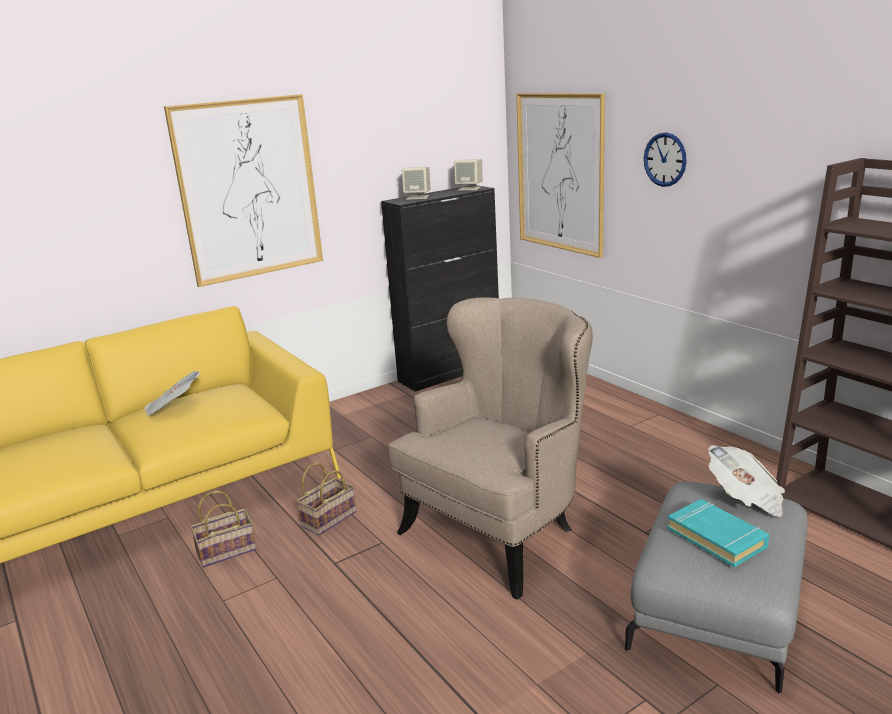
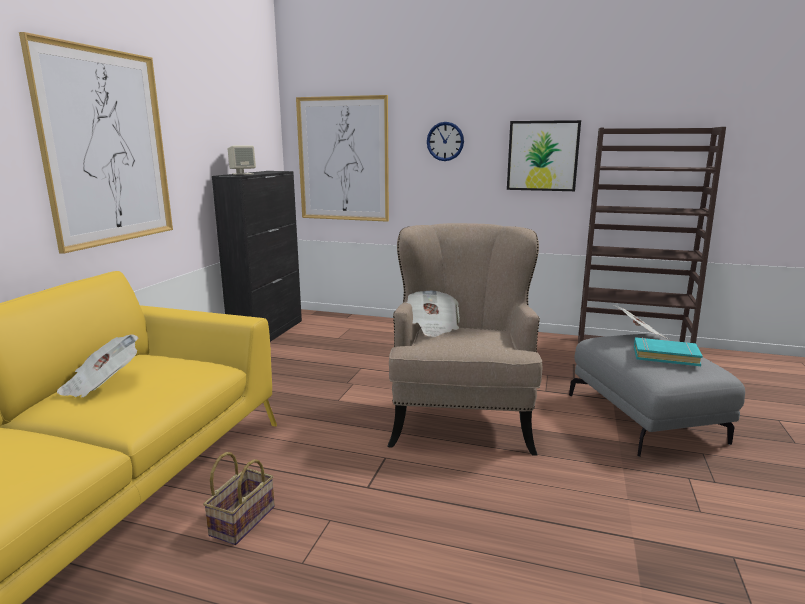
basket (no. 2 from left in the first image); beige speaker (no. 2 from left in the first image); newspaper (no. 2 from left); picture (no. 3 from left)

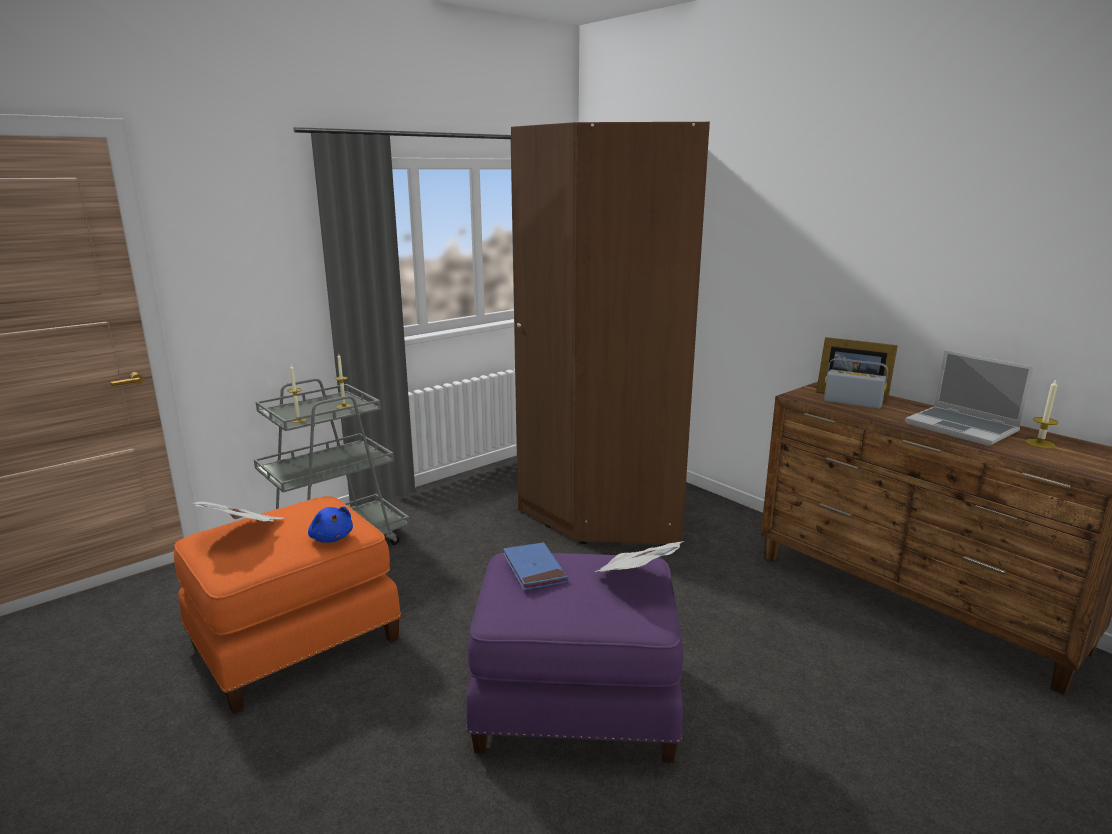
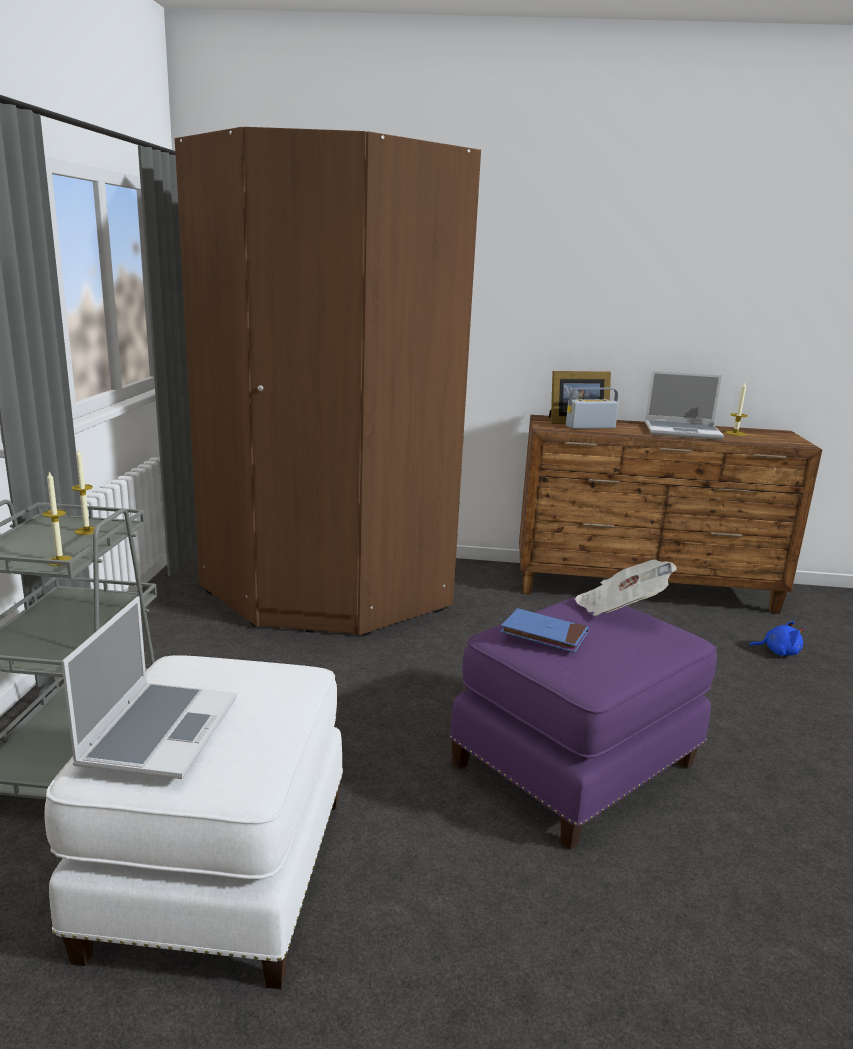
blue plush toy; laptop (no. 1 from left); white ottoman

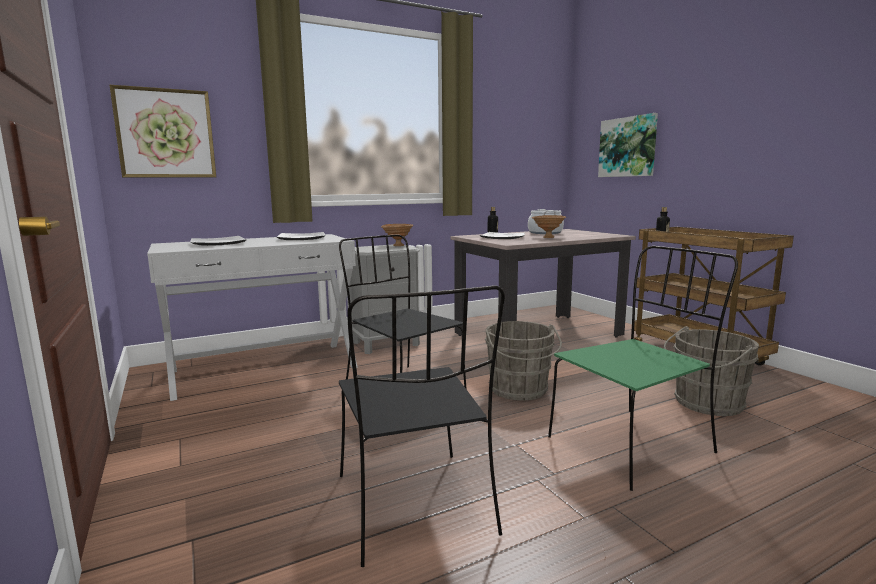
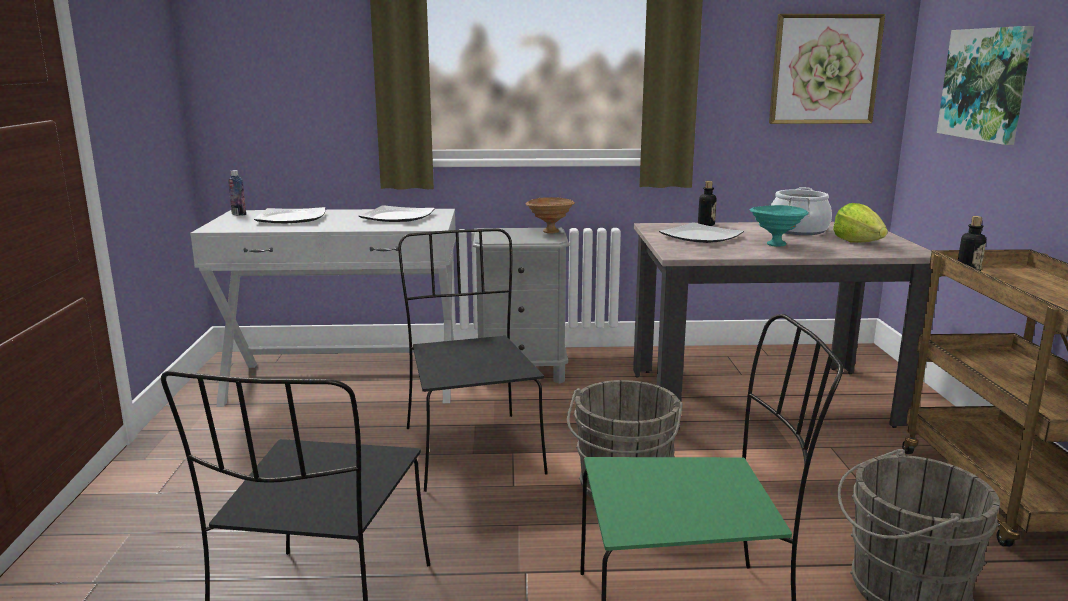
bottle (no. 1 from left); lettuce; picture (no. 1 from left); turquoise bowl

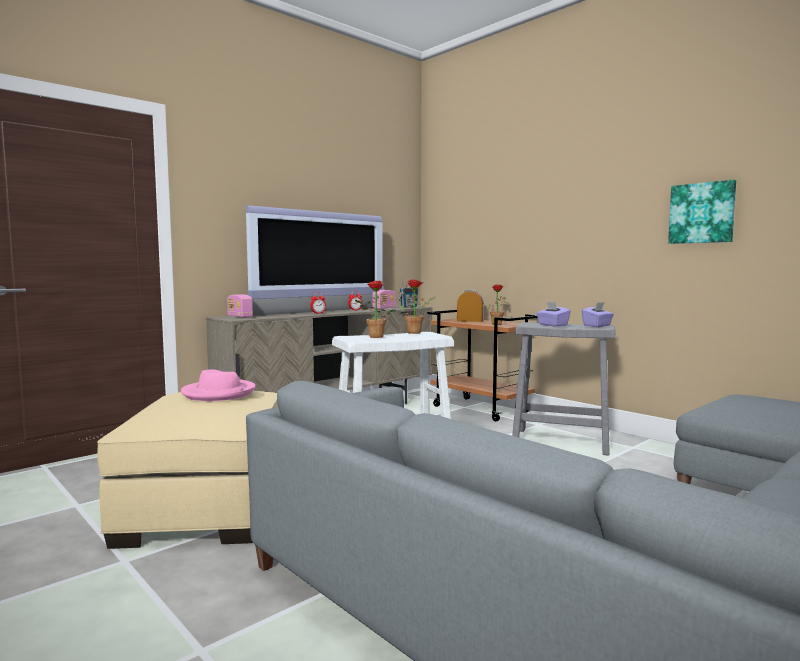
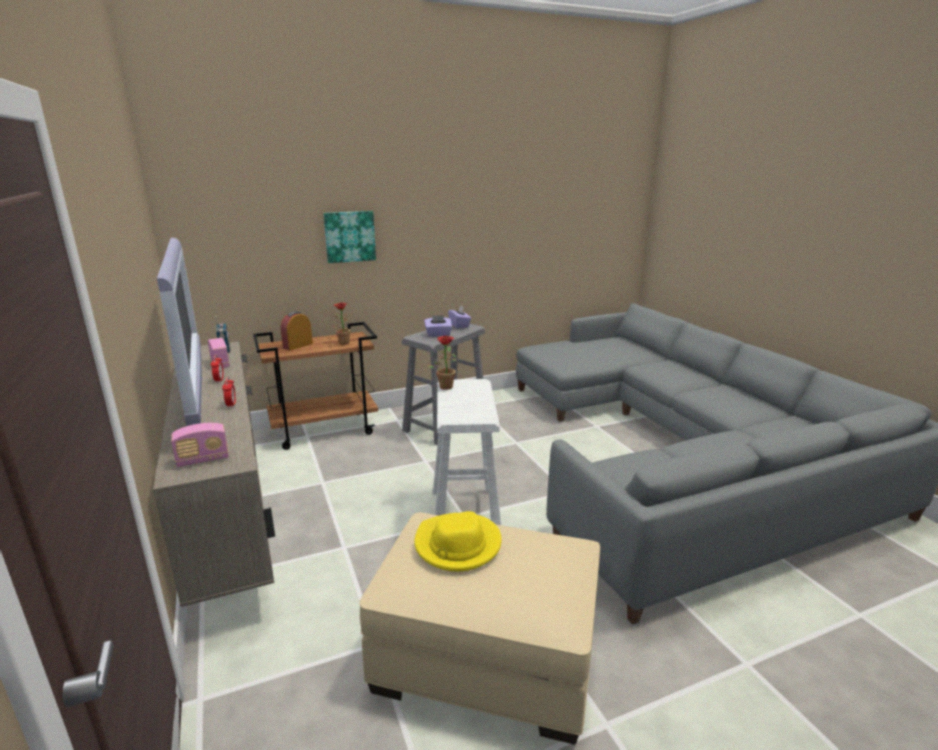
potted plant (no. 1 from left in the first image); picture; yellow hat

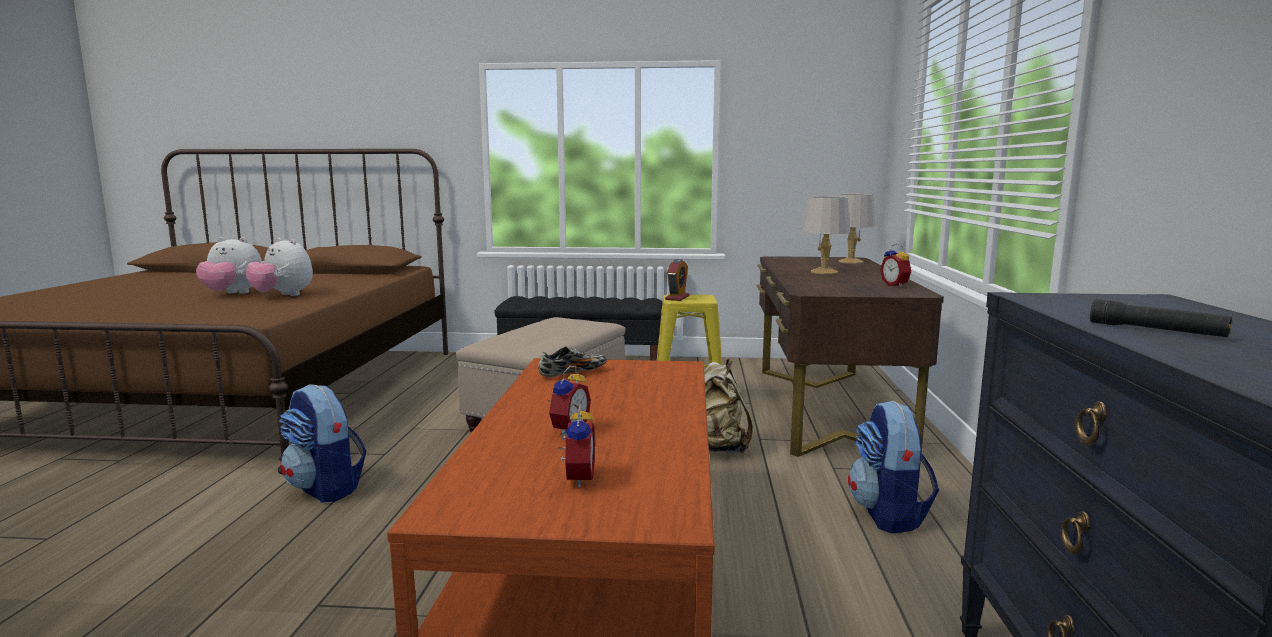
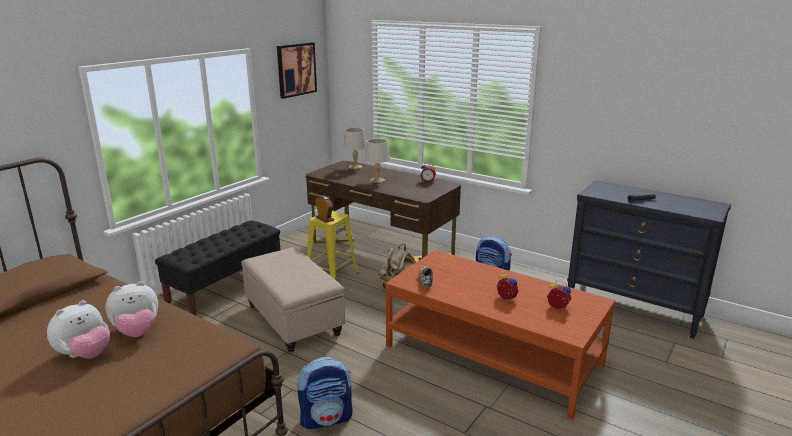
picture

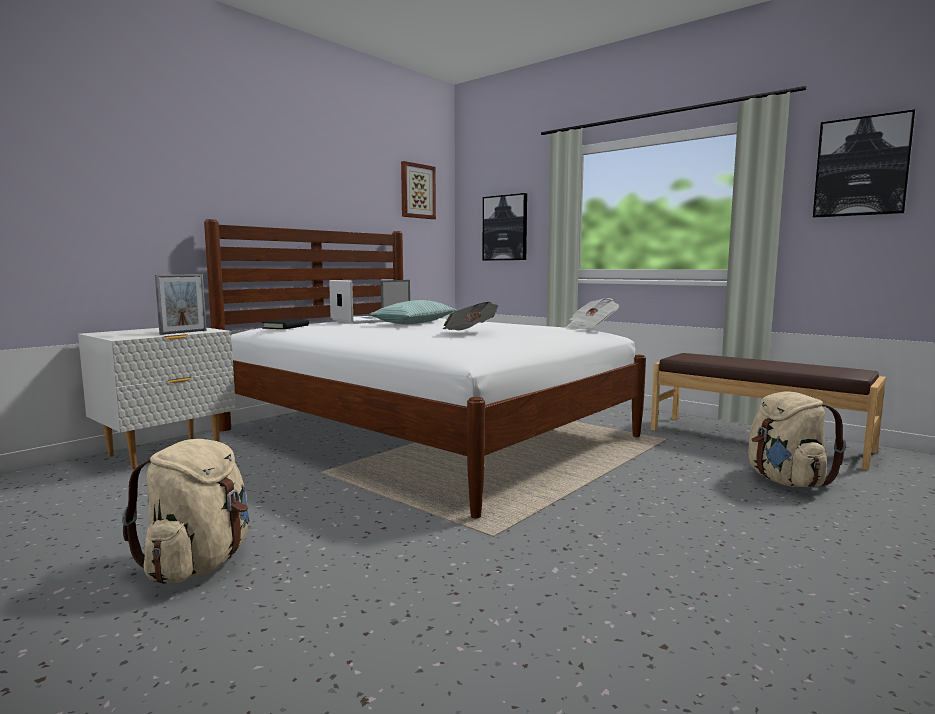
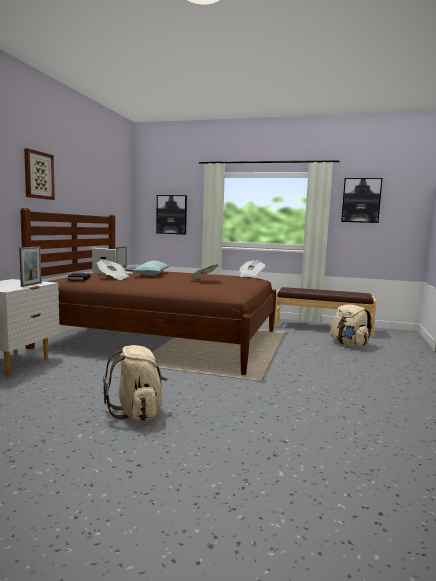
newspaper (no. 1 from left); picture (no. 1 from left); brown bed

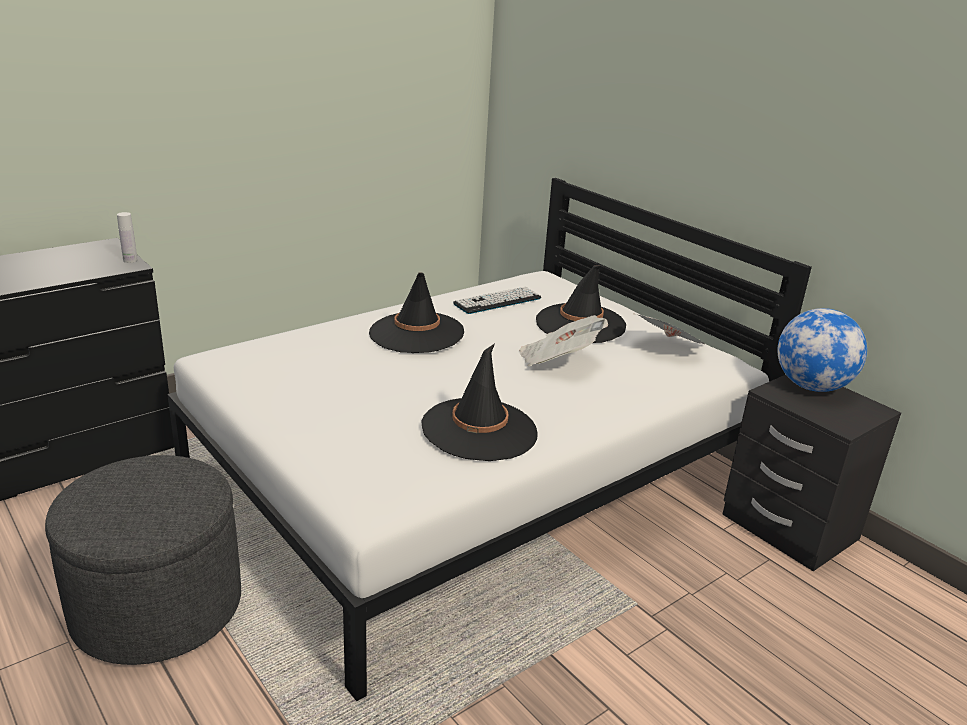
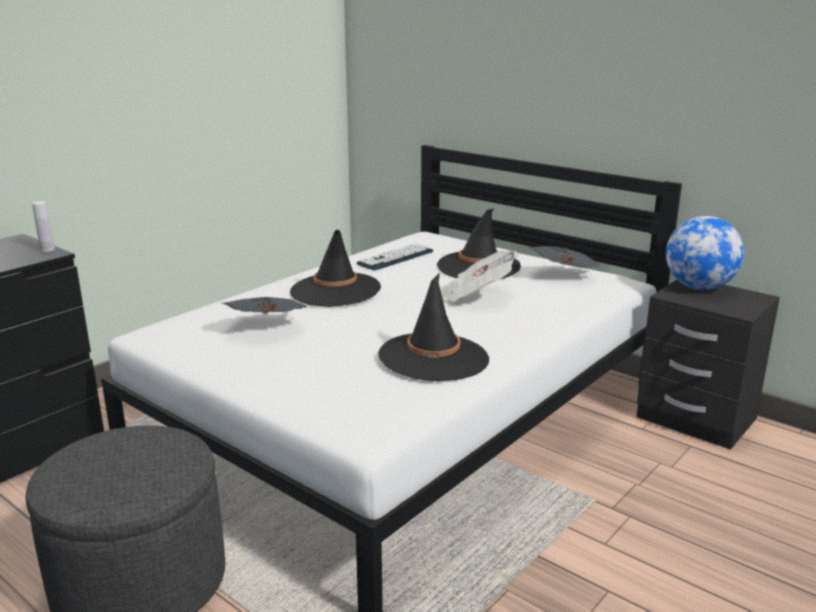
newspaper (no. 1 from left)

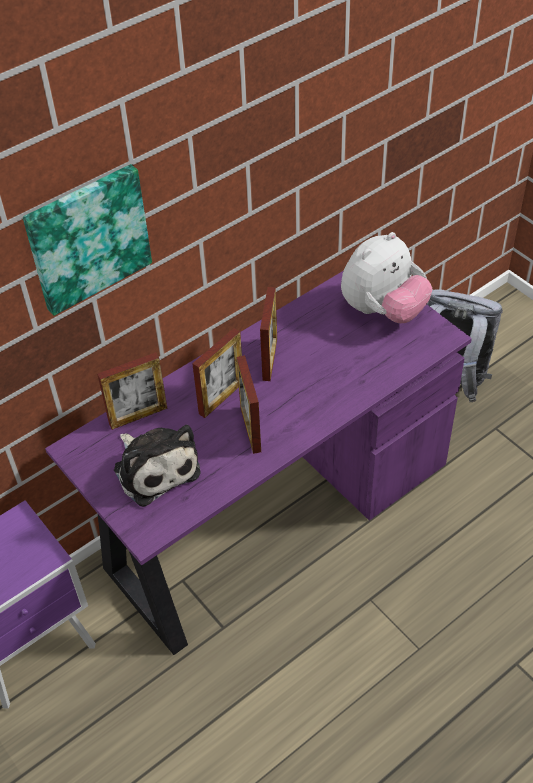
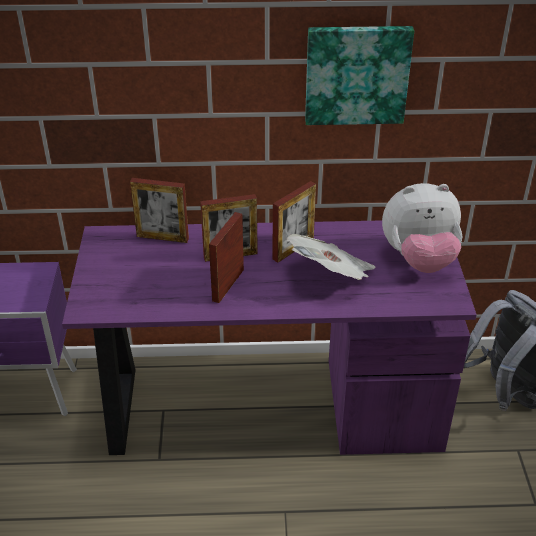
plush toy (no. 1 from left in the first image); newspaper; picture

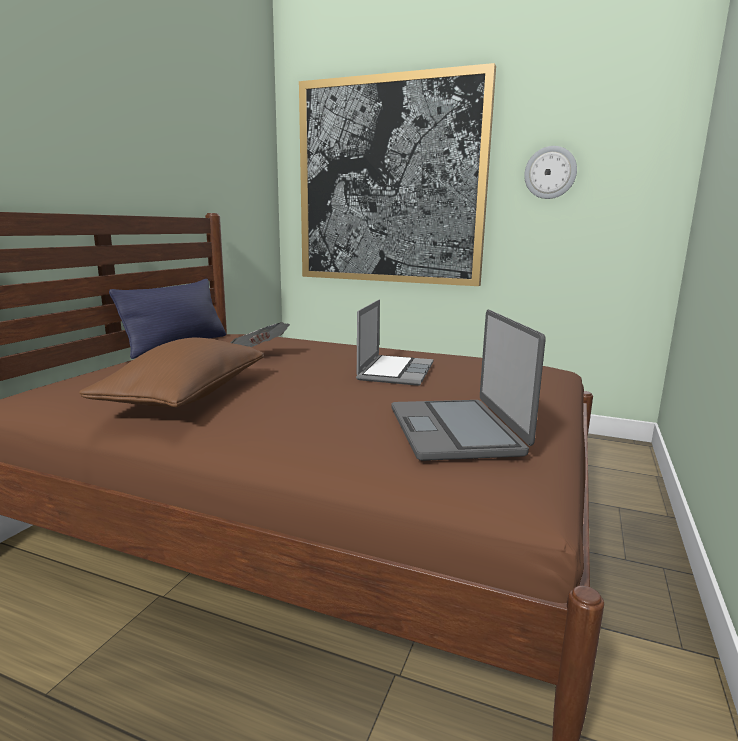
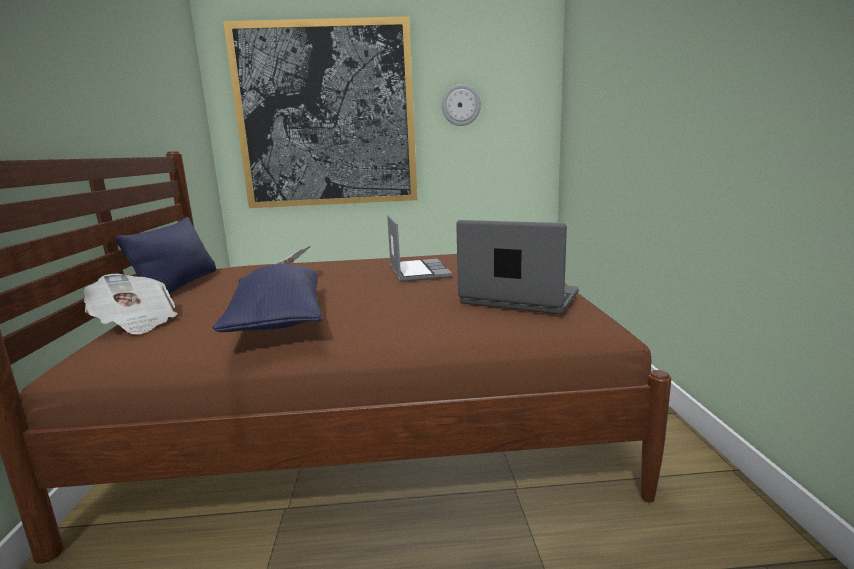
newspaper (no. 1 from left); blue pillow (no. 2 from left); laptop (no. 2 from left)

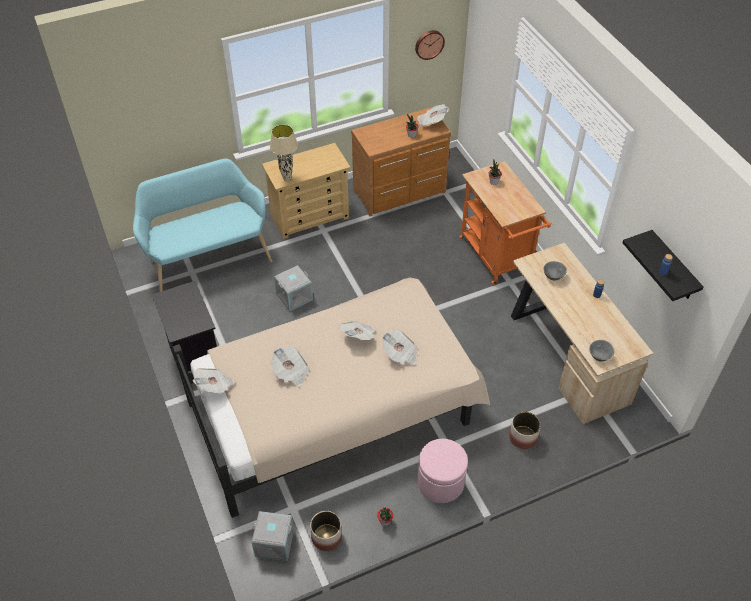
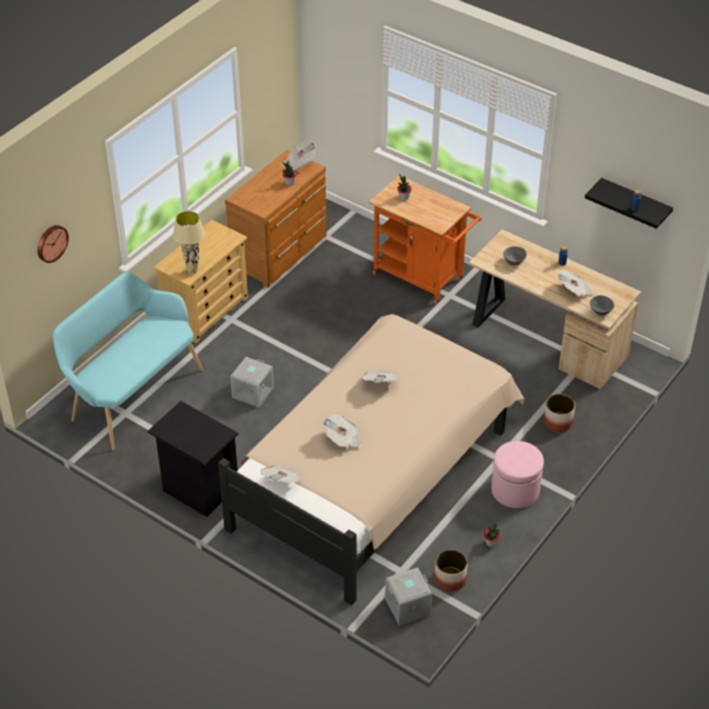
newspaper (no. 5 from left); wall clock

